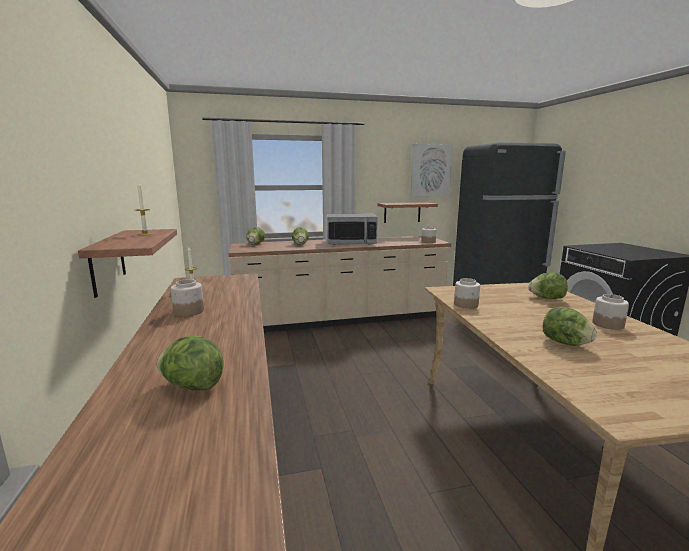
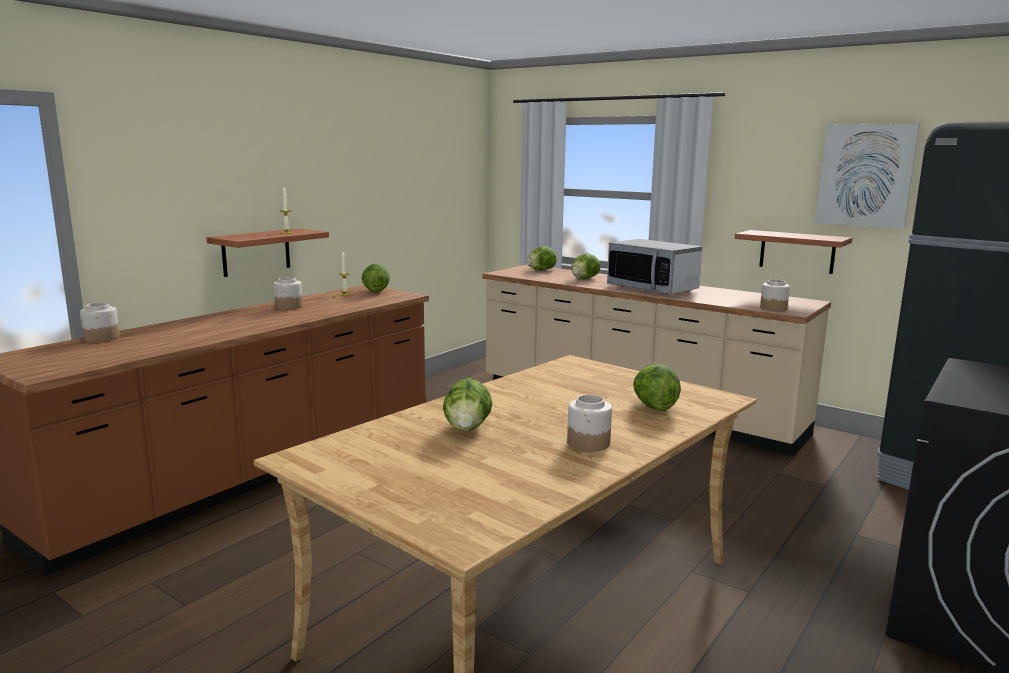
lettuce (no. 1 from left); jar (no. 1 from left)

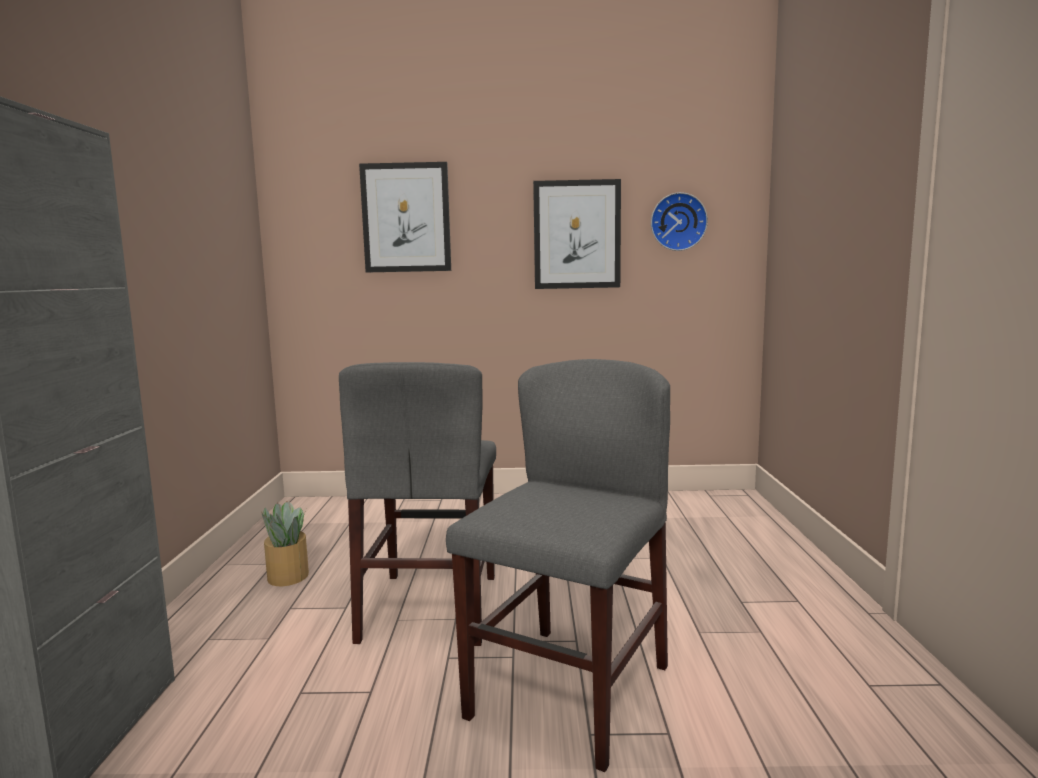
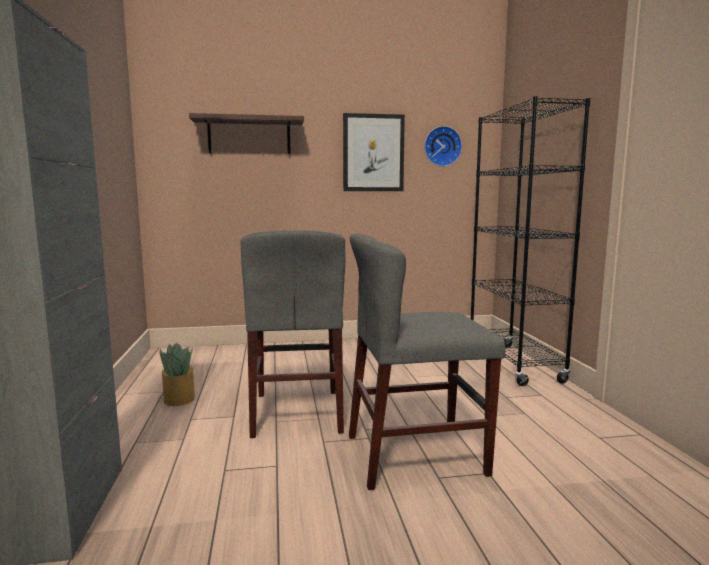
black bookcase; shelf; grey chair (no. 2 from left)

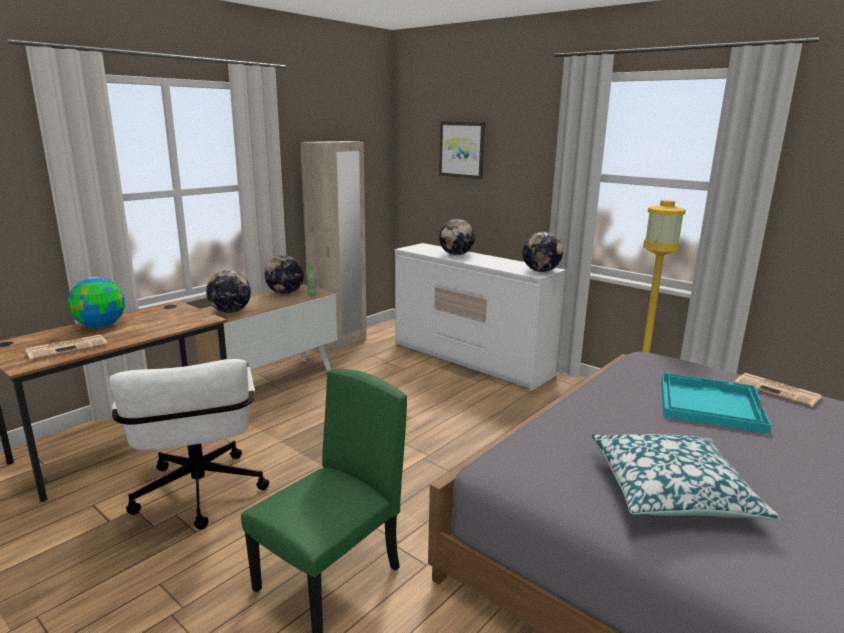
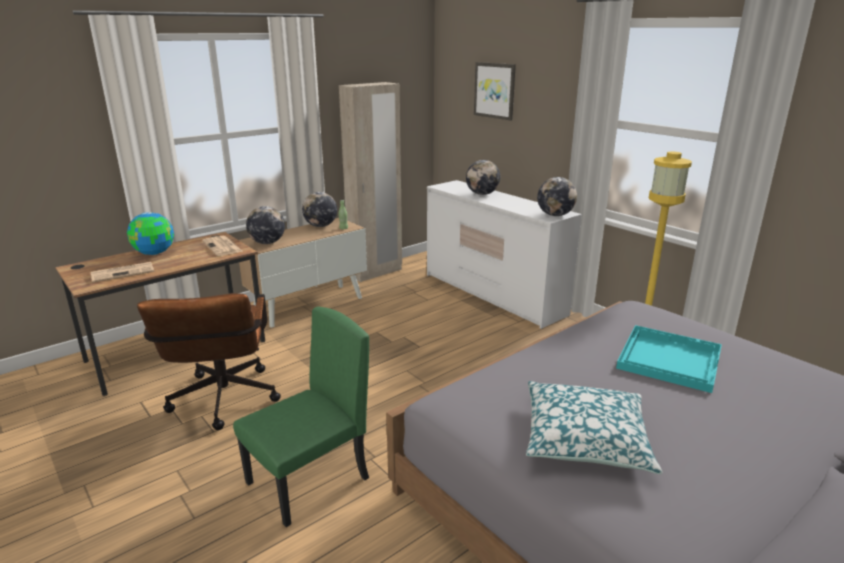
newspaper (no. 2 from left); brown office chair

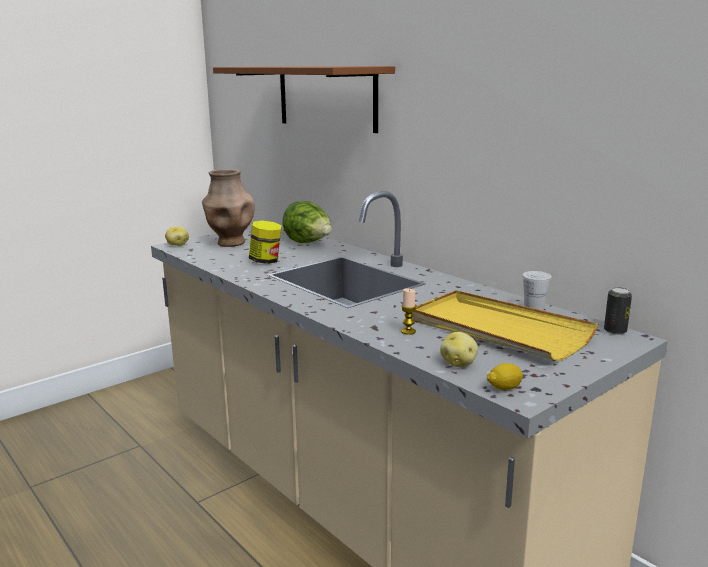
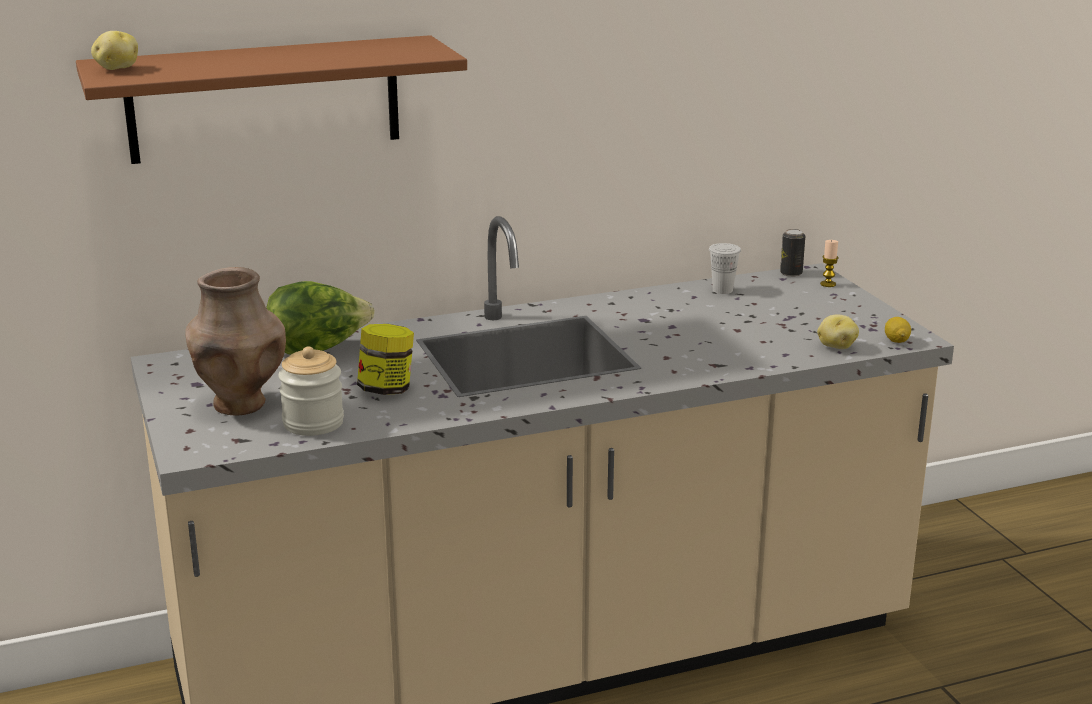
yellow tray; jar (no. 1 from left); potato (no. 1 from left); candle

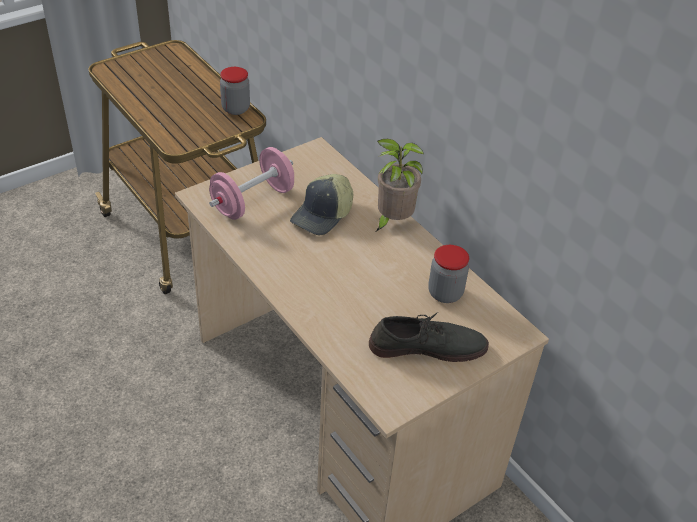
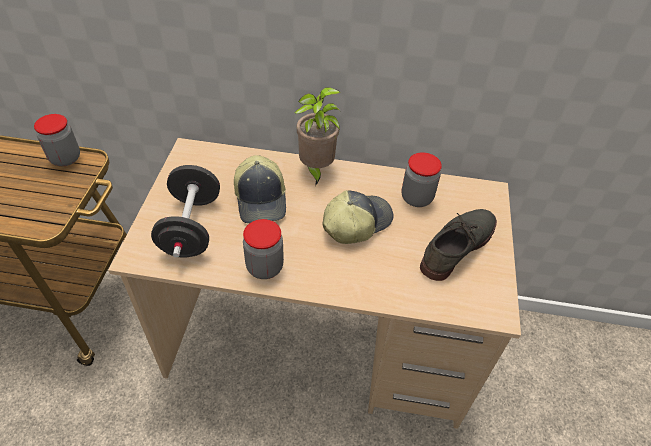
jar (no. 2 from left); cap (no. 2 from left); black dumbbell

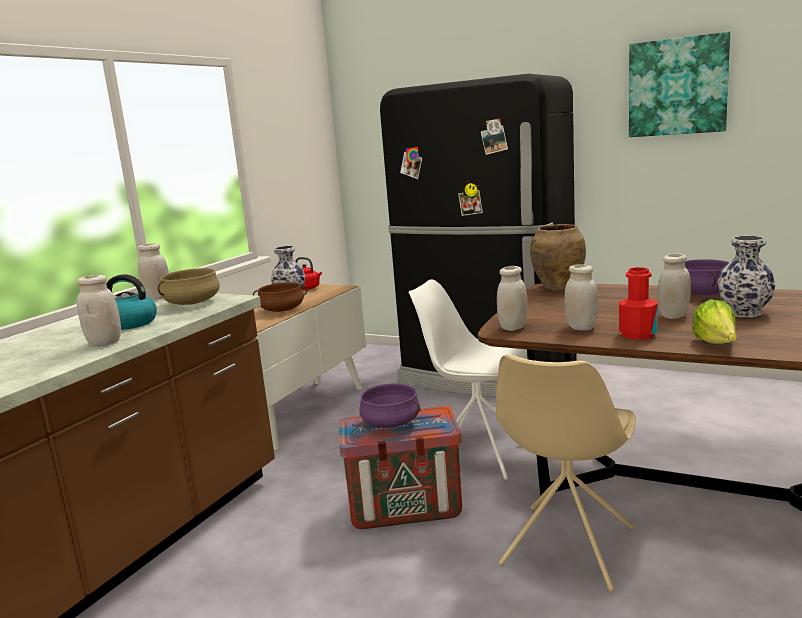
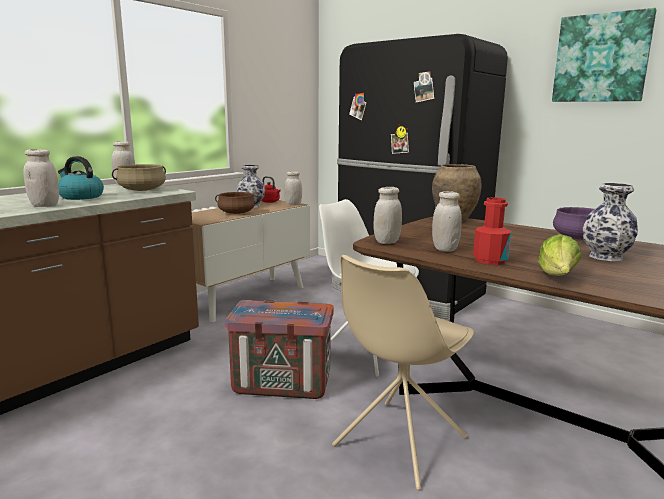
purple cooking pot (no. 1 from left in the first image); white jar (no. 3 from left)

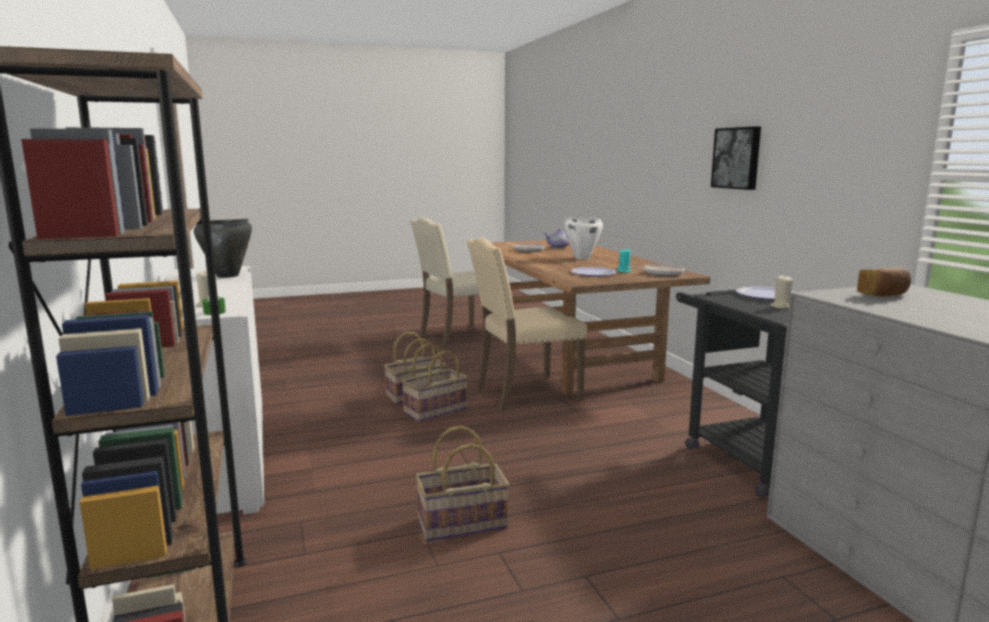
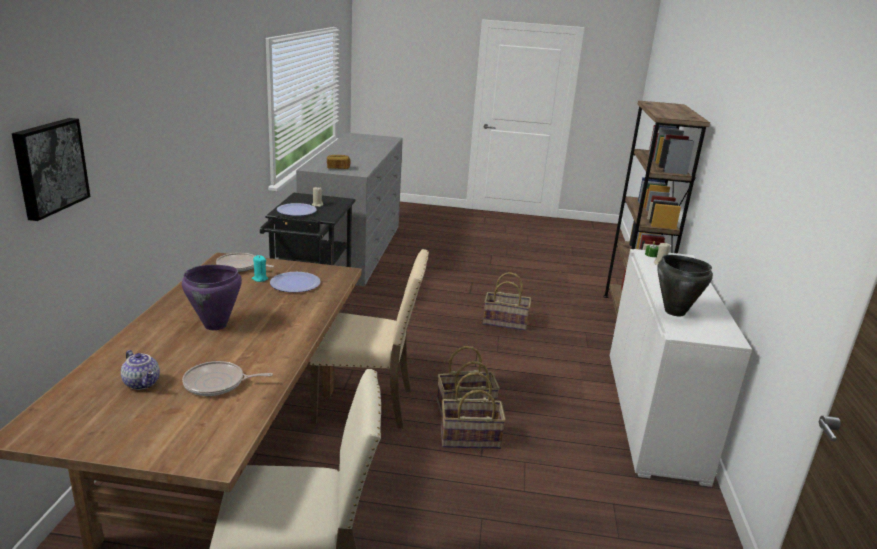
picture; purple cooking pot

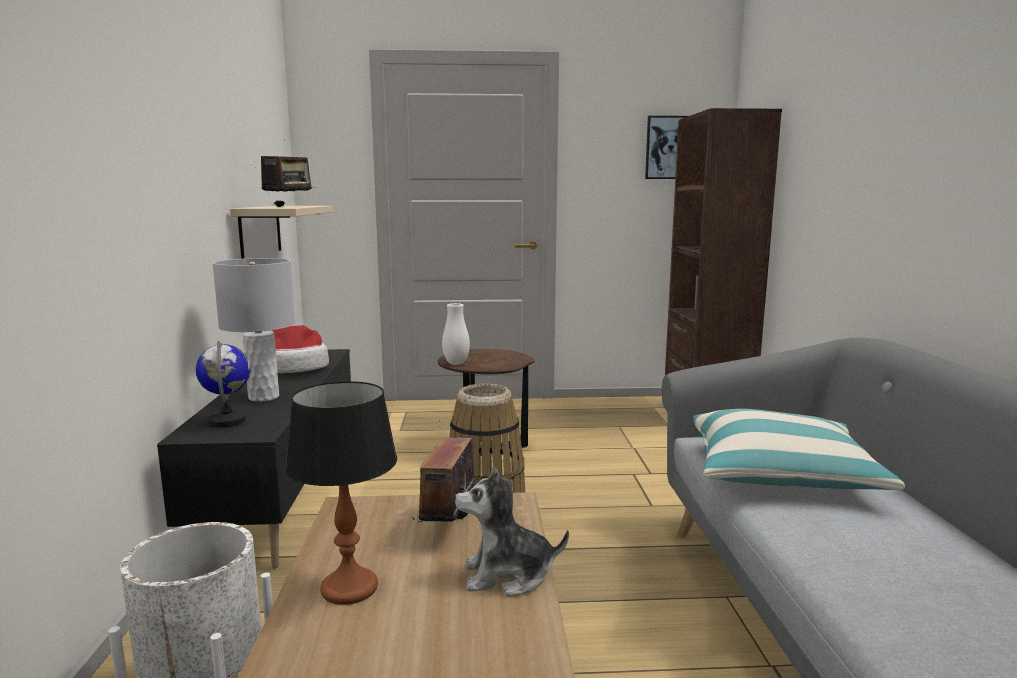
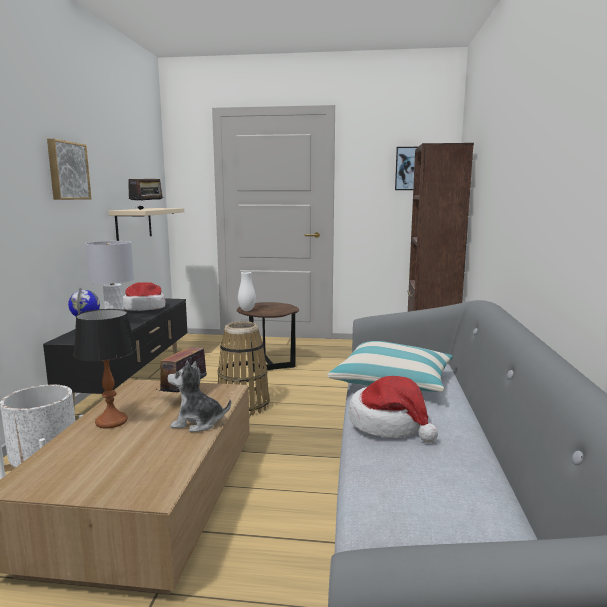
picture (no. 1 from left); hat (no. 2 from left)

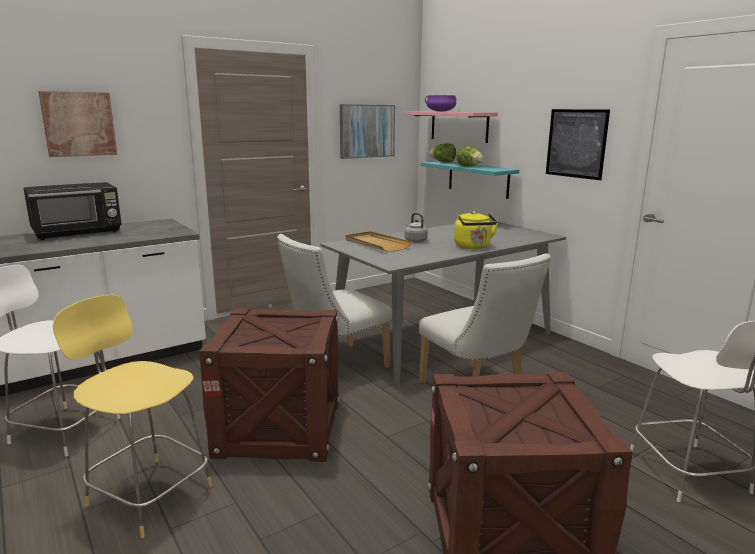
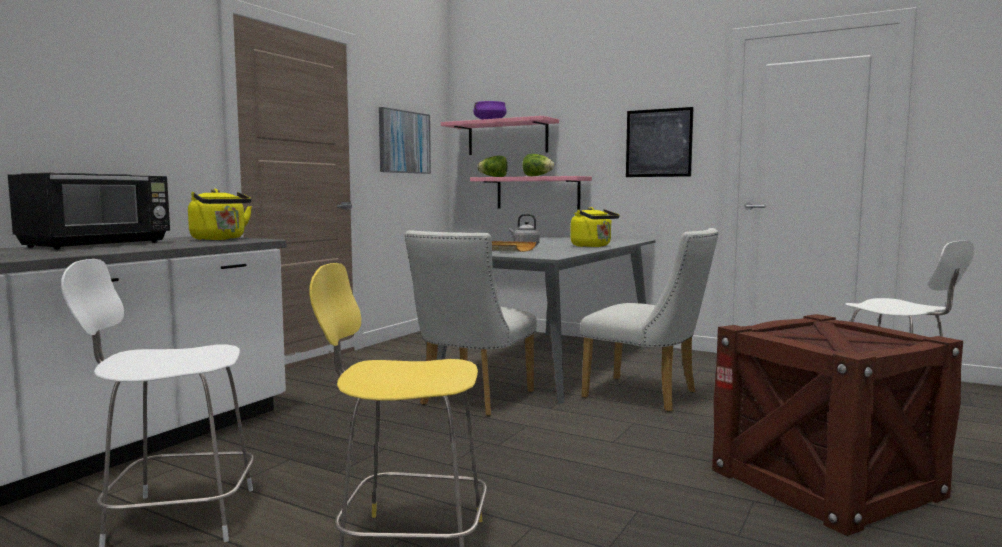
picture (no. 1 from left in the first image); crate (no. 1 from left in the first image); yellow kettle (no. 1 from left); pink shelf (no. 2 from left)

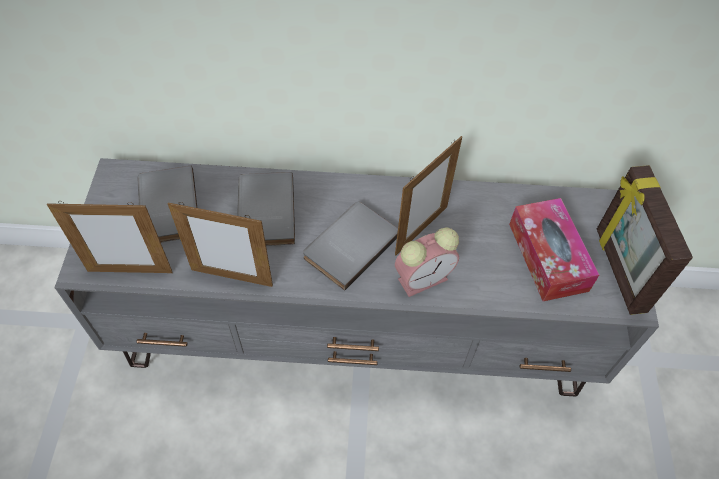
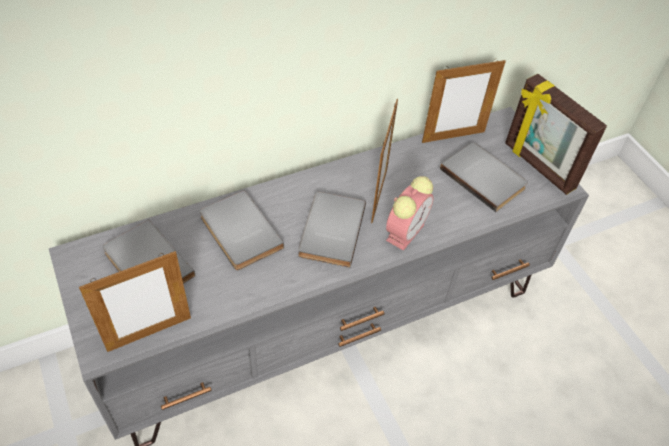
picture frame (no. 3 from left); grey book (no. 4 from left)

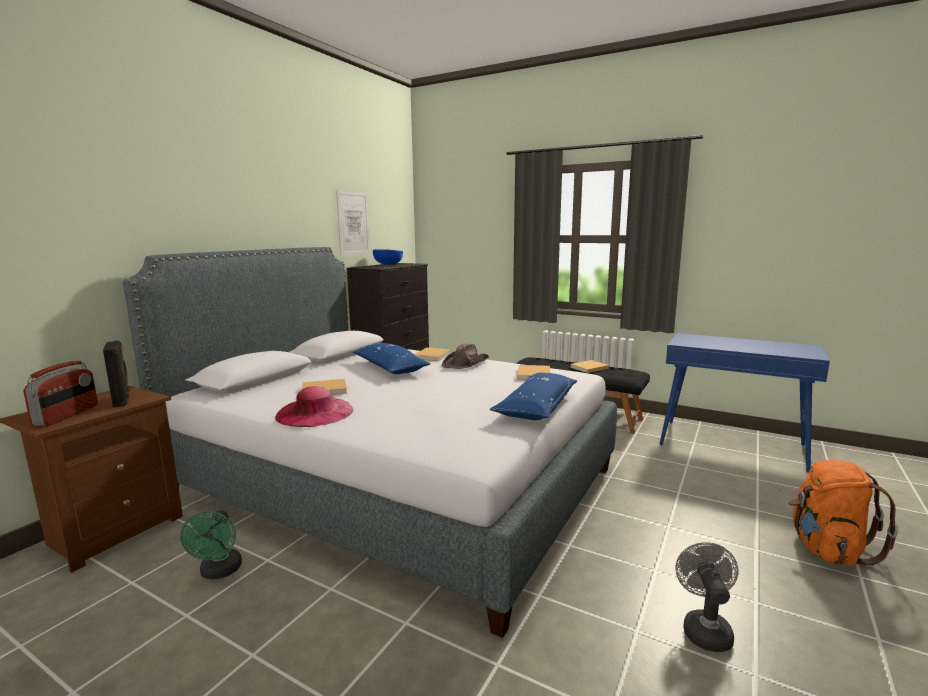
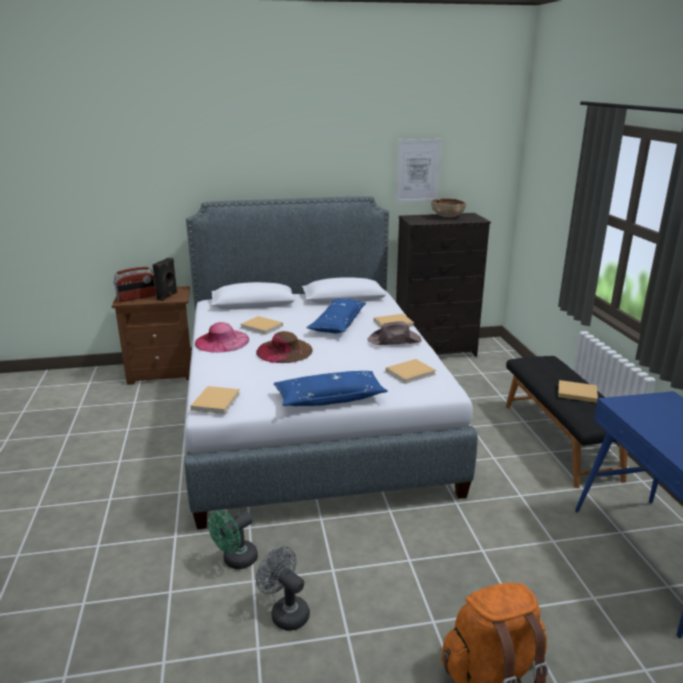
beige book (no. 1 from left); brown hat (no. 1 from left); green fan; brown bowl; grey fan

